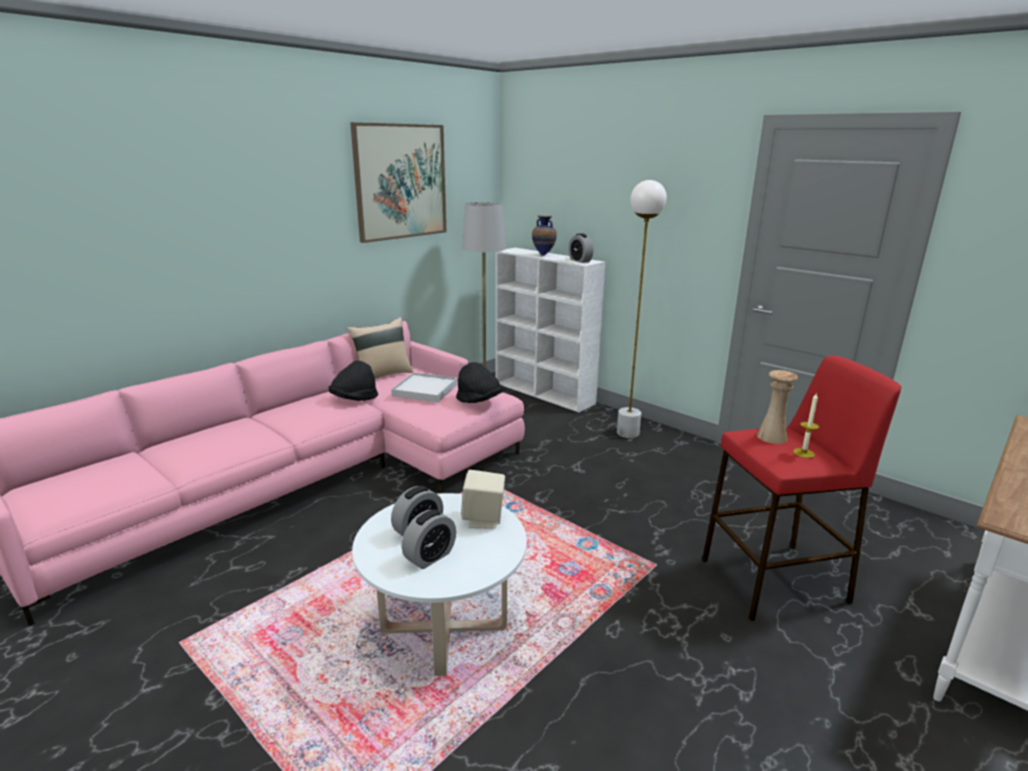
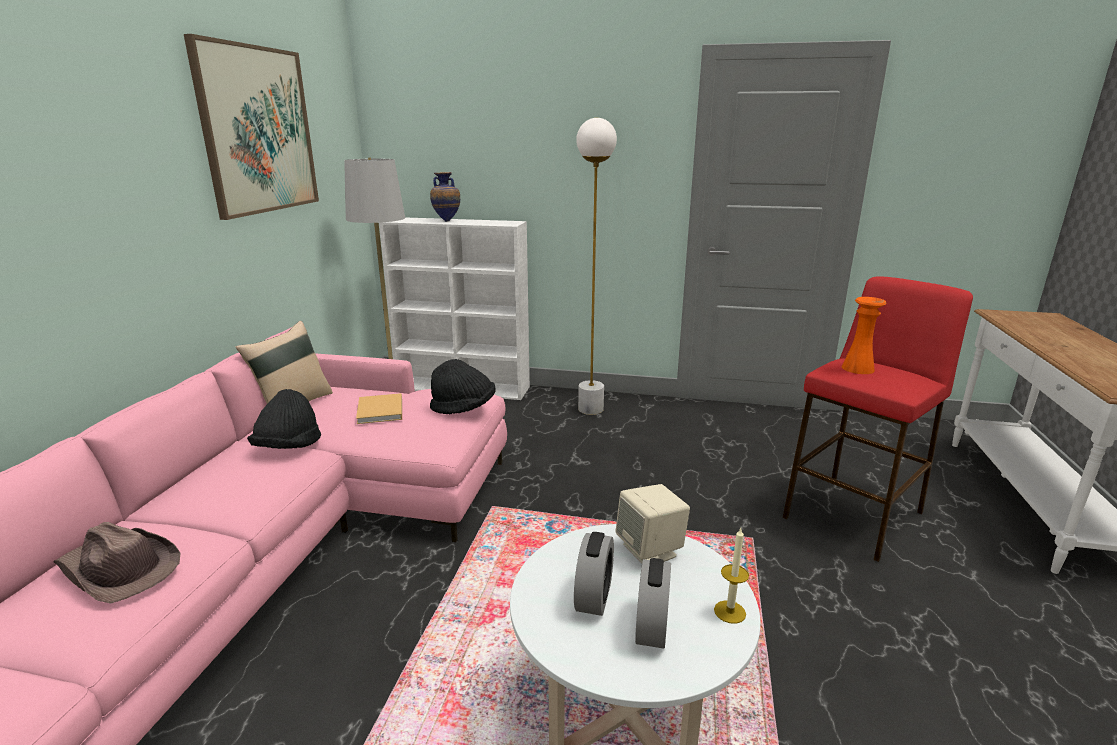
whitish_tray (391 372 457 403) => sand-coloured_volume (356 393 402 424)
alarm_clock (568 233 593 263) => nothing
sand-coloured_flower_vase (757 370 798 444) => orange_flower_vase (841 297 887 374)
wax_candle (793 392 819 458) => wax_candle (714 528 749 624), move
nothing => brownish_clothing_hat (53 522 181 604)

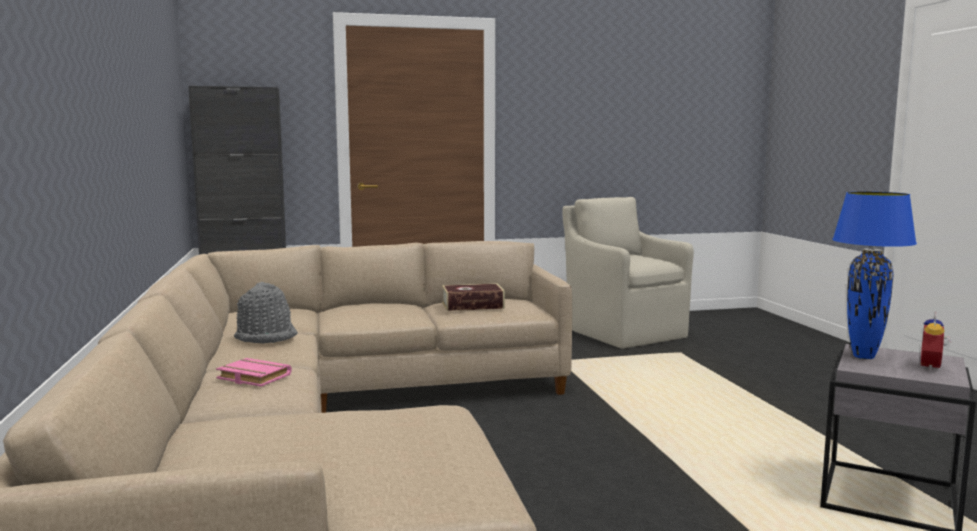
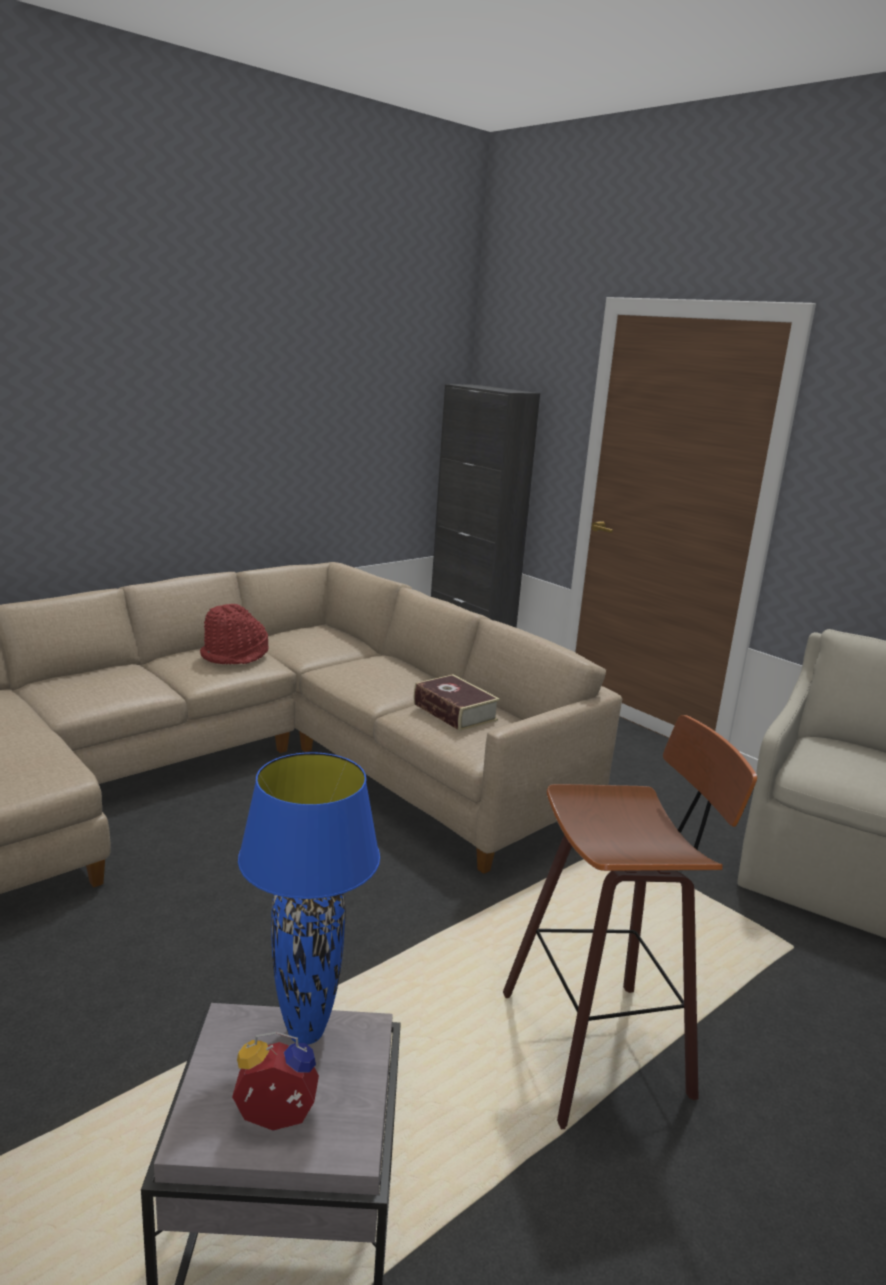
pink_volume (216 358 292 387) => nothing
grey_clothing_hat (234 282 298 344) => reddish_clothing_hat (200 604 269 665)
nothing => sitting_stool (503 715 757 1129)

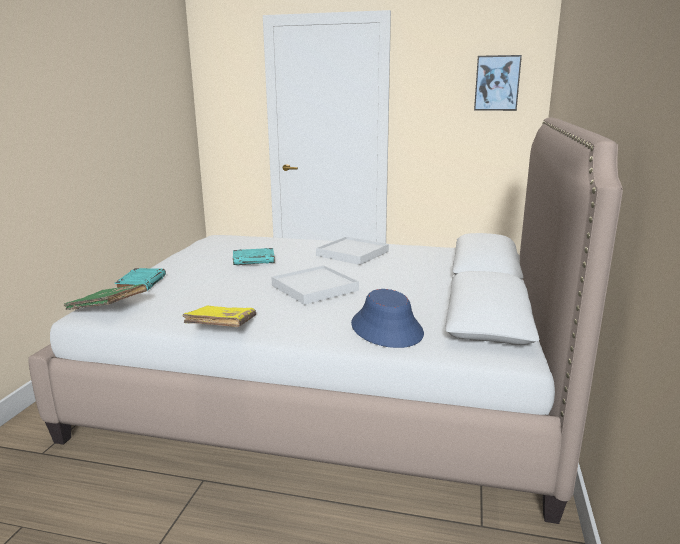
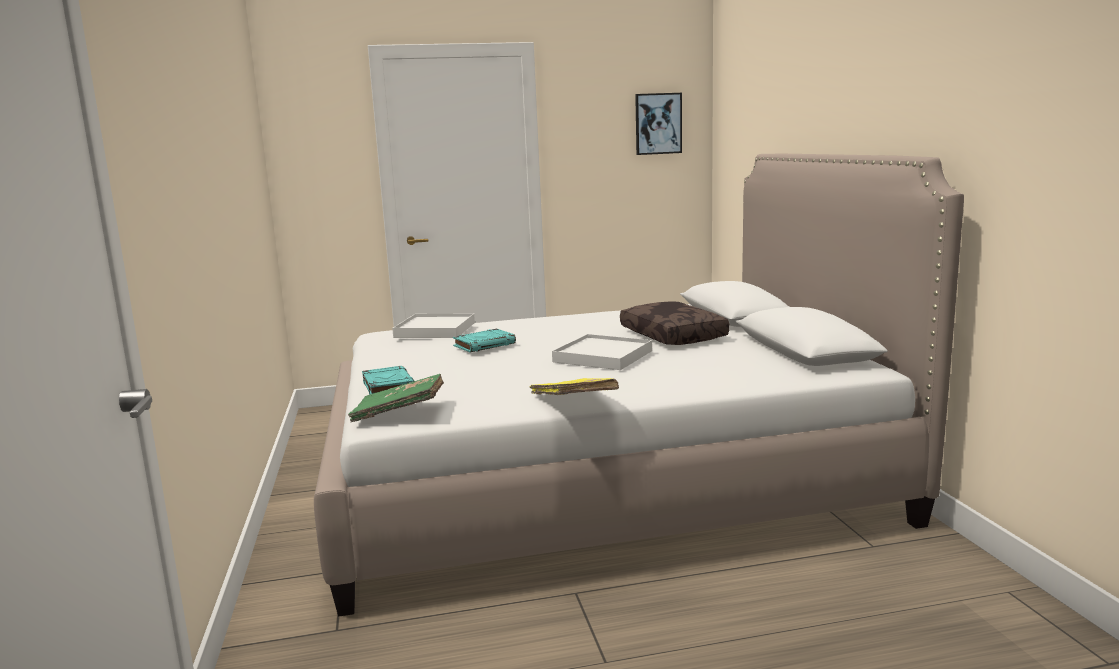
whitish_tray (316 237 389 265) => whitish_tray (392 314 475 338), move
blue_clothing_hat (351 289 424 348) => nothing
nothing => brownish_pillow (620 301 729 345)

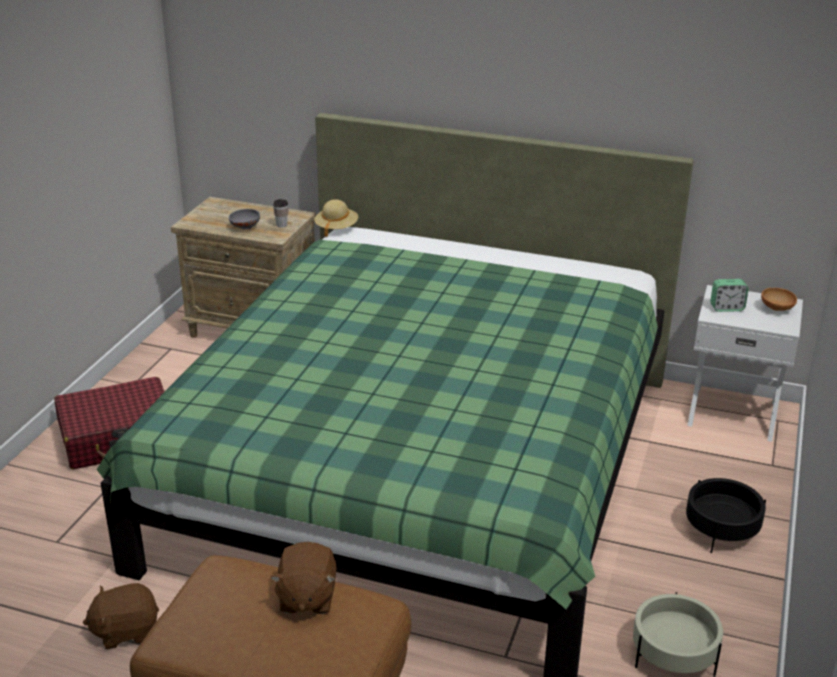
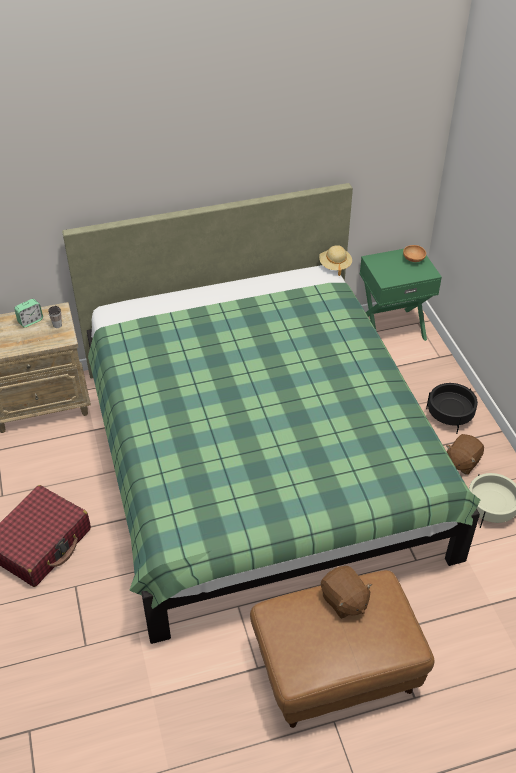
brownish_plush_toy (83 583 159 649) => brownish_plush_toy (446 434 484 475), move
grey_serving_bowl (229 209 260 230) => nothing
sand-coloured_clothing_hat (314 199 358 237) => sand-coloured_clothing_hat (319 245 352 276), move
whitish_night_table (687 285 803 442) => greenish_night_table (360 249 442 341)
alarm_clock (710 279 749 312) => alarm_clock (14 299 43 328), move

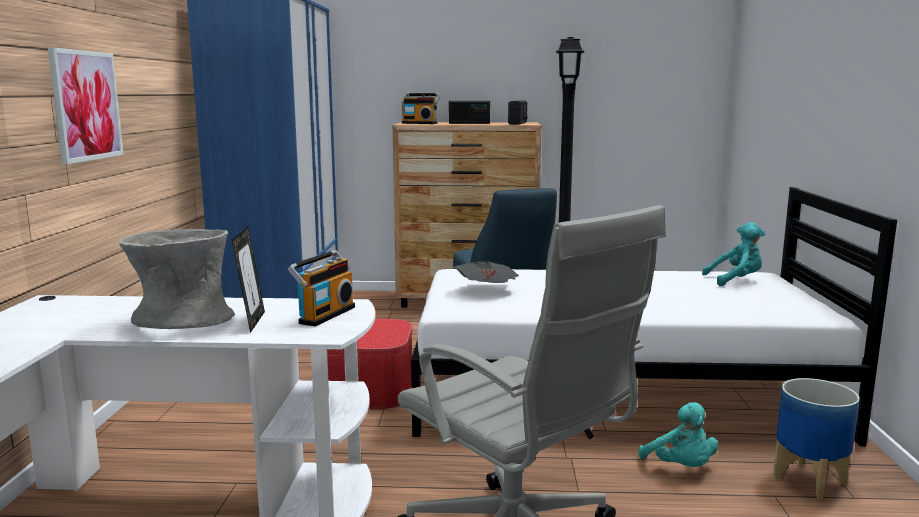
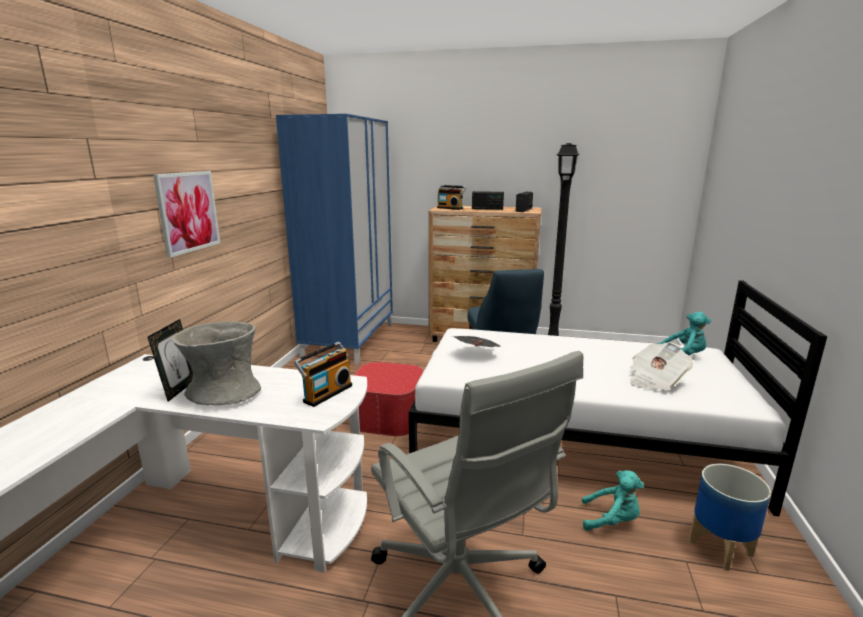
standing_frame (232 227 265 333) => standing_frame (148 319 193 402), move
blue-green_plush_toy (638 402 718 467) => blue-green_plush_toy (582 470 644 531), 60 degrees counterclockwise
nothing => newspaper (630 342 693 391)

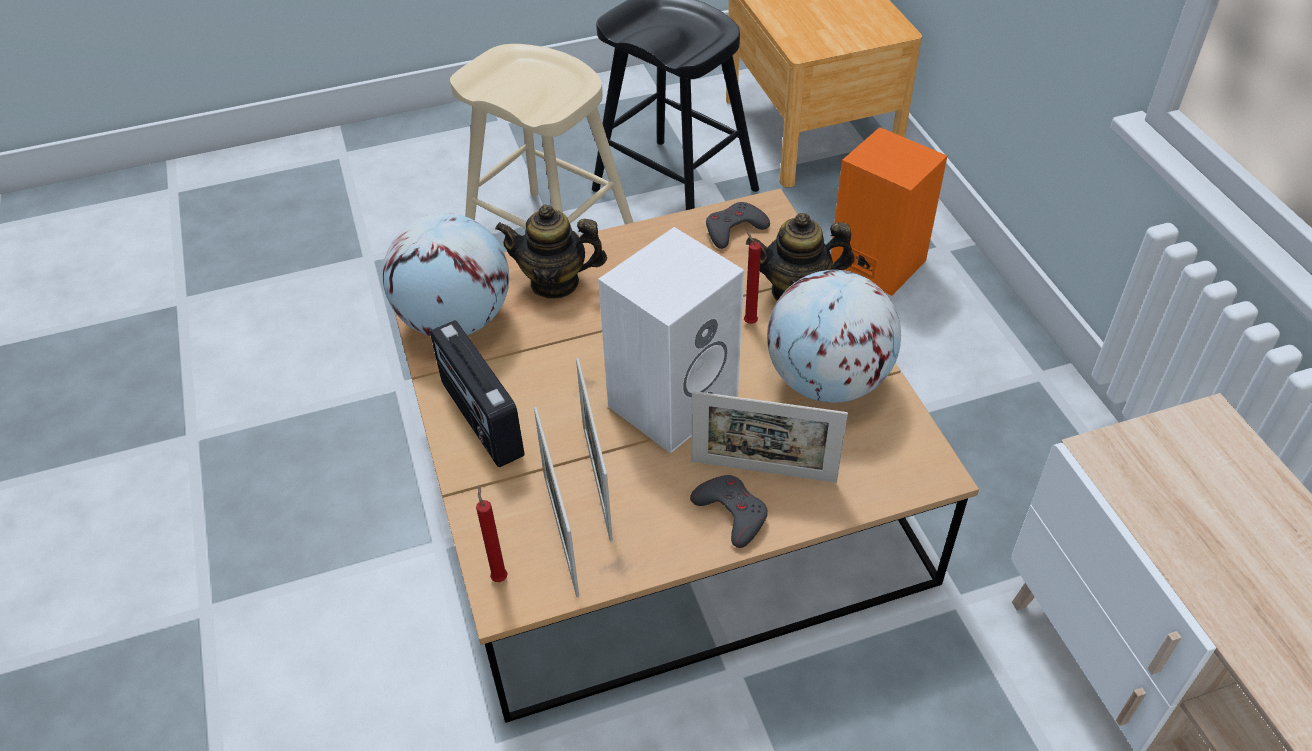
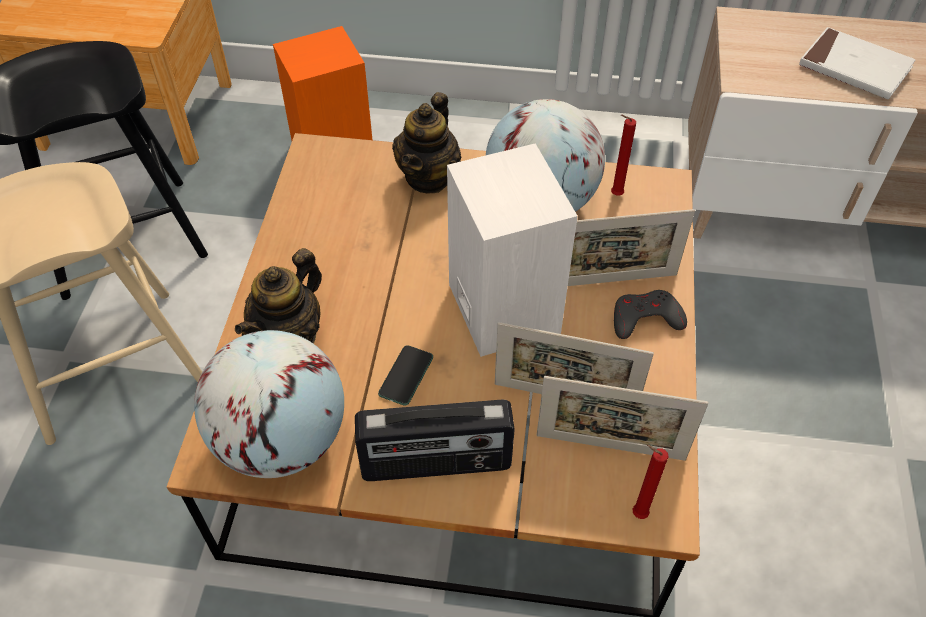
standing_frame (691 391 848 483) => standing_frame (568 209 695 286), 45 degrees clockwise
grey_game_controller (706 202 770 249) => nothing
reddish_wax_candle (744 230 761 324) => reddish_wax_candle (611 115 636 196), move
nothing => telephone (378 345 433 406)
nothing => whitish_volume (799 27 915 99)

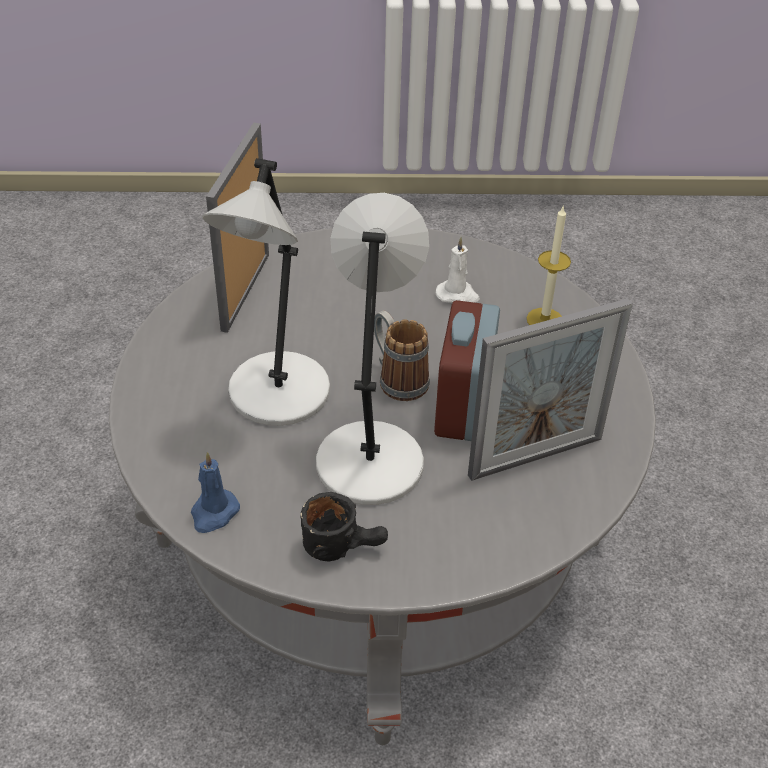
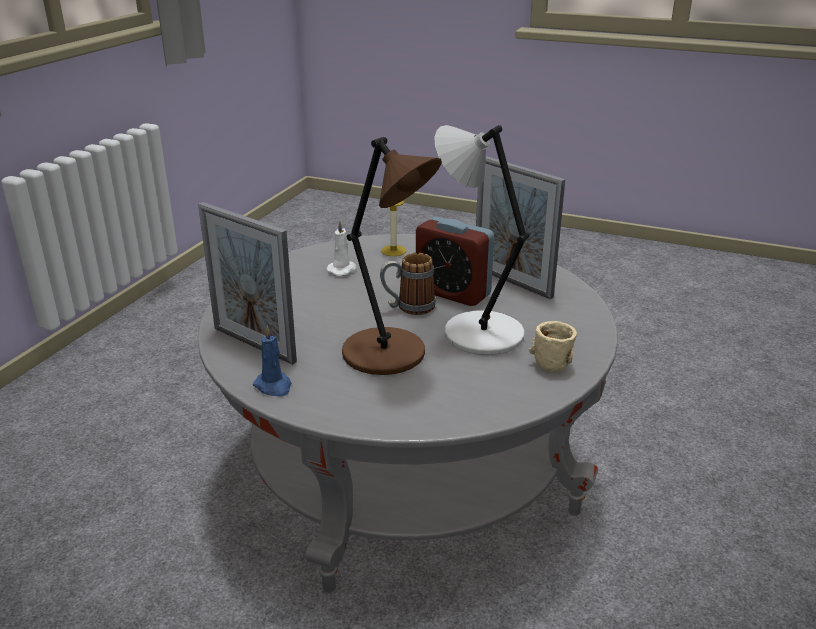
blue_wax_candle (191 452 240 533) => blue_wax_candle (253 326 291 397), move
grey_lamp_for_a_table (202 158 330 426) => brownish_lamp_for_a_table (342 137 442 375)
black_tea_mug (300 492 388 561) => sand-coloured_tea_mug (529 321 577 373)
standing_frame (468 298 633 481) => standing_frame (476 156 565 299), 135 degrees clockwise

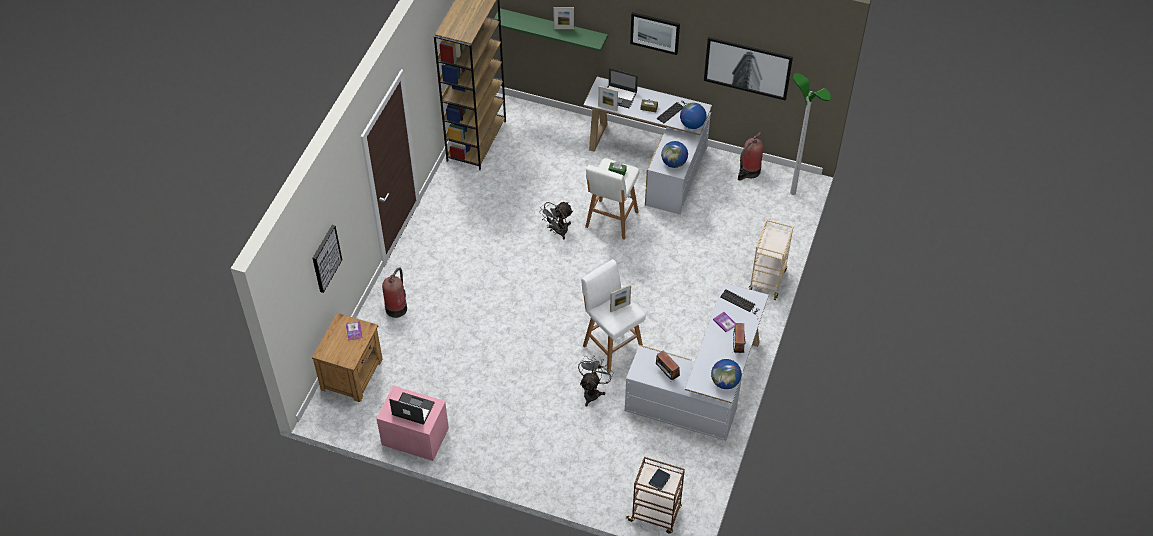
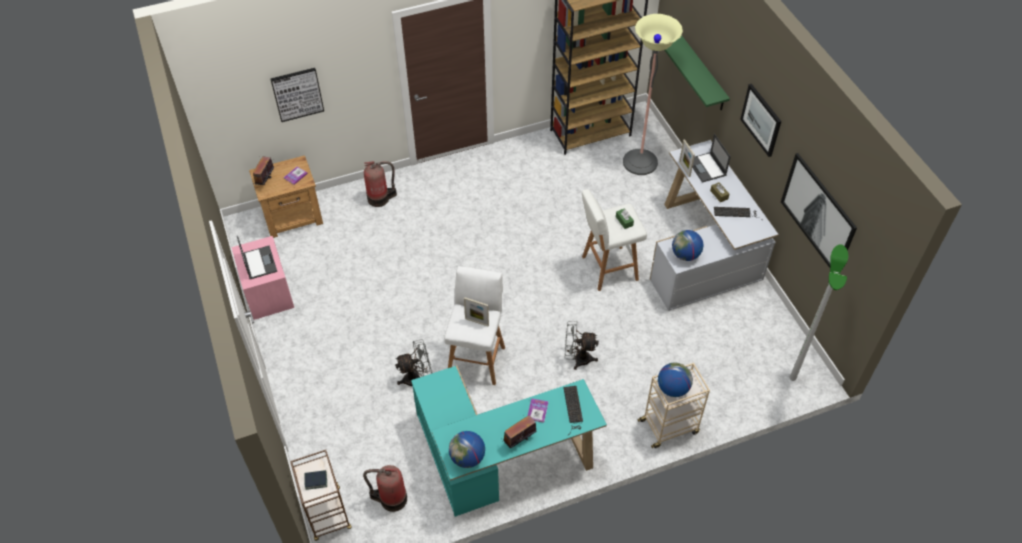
grey_fan (539 202 573 240) => grey_fan (565 321 599 370), move
standing_frame (553 7 574 29) => nothing
whitish_desk_table (625 283 769 441) => blue-green_desk_table (411 365 607 517)
radio_set (656 350 680 382) => radio_set (253 157 274 185), move
world_globe (680 103 706 129) => world_globe (658 362 693 397), move
fire-fighting_cylinder (738 132 763 181) => fire-fighting_cylinder (363 465 407 512), move
nothing => standard_lamp (623 14 683 175)

